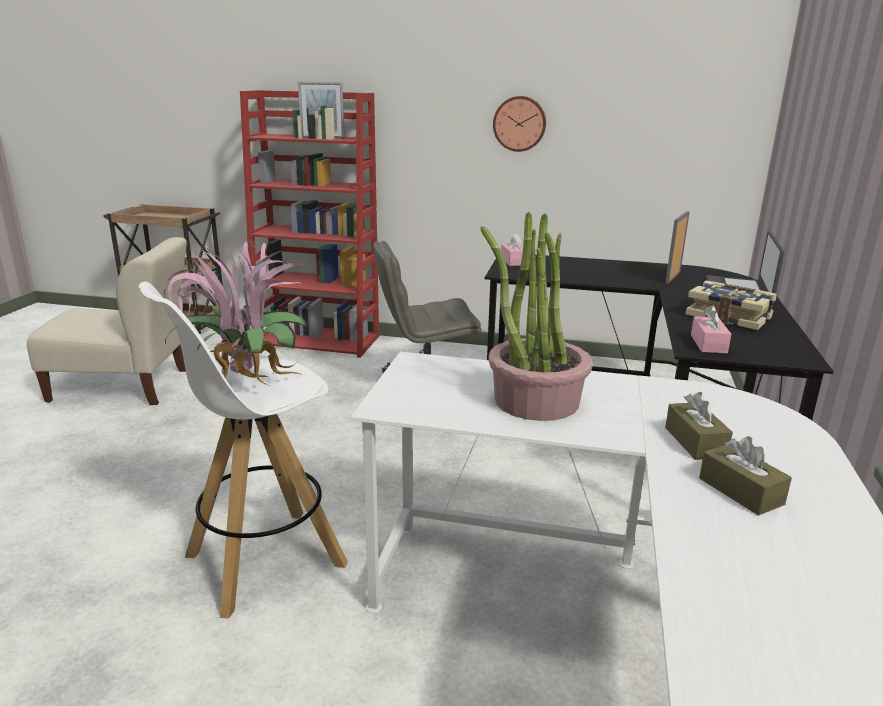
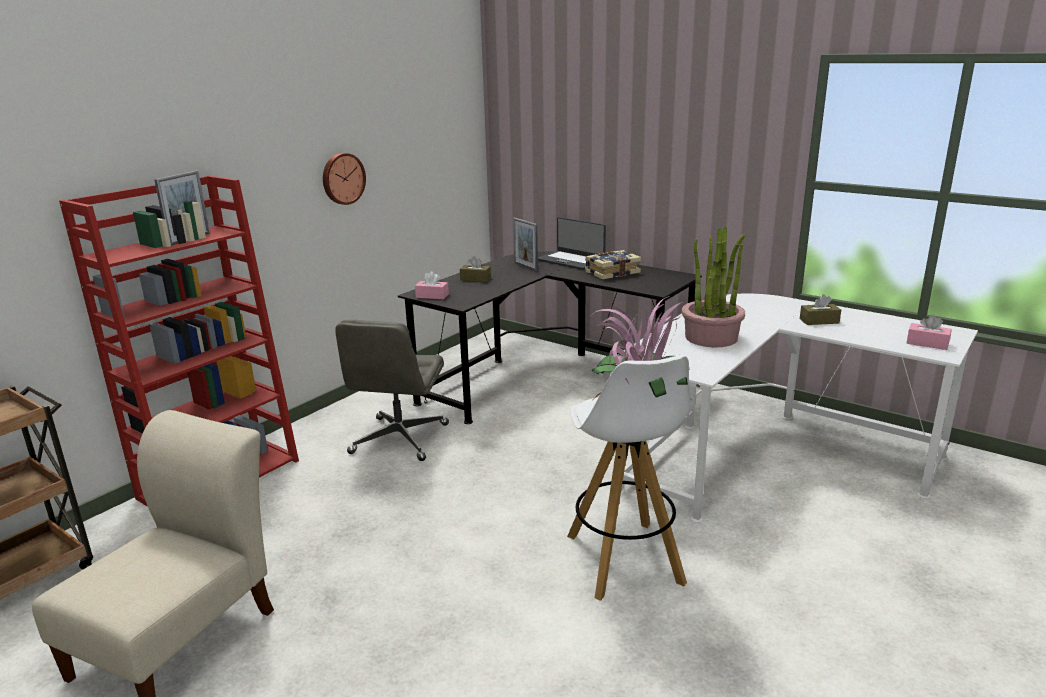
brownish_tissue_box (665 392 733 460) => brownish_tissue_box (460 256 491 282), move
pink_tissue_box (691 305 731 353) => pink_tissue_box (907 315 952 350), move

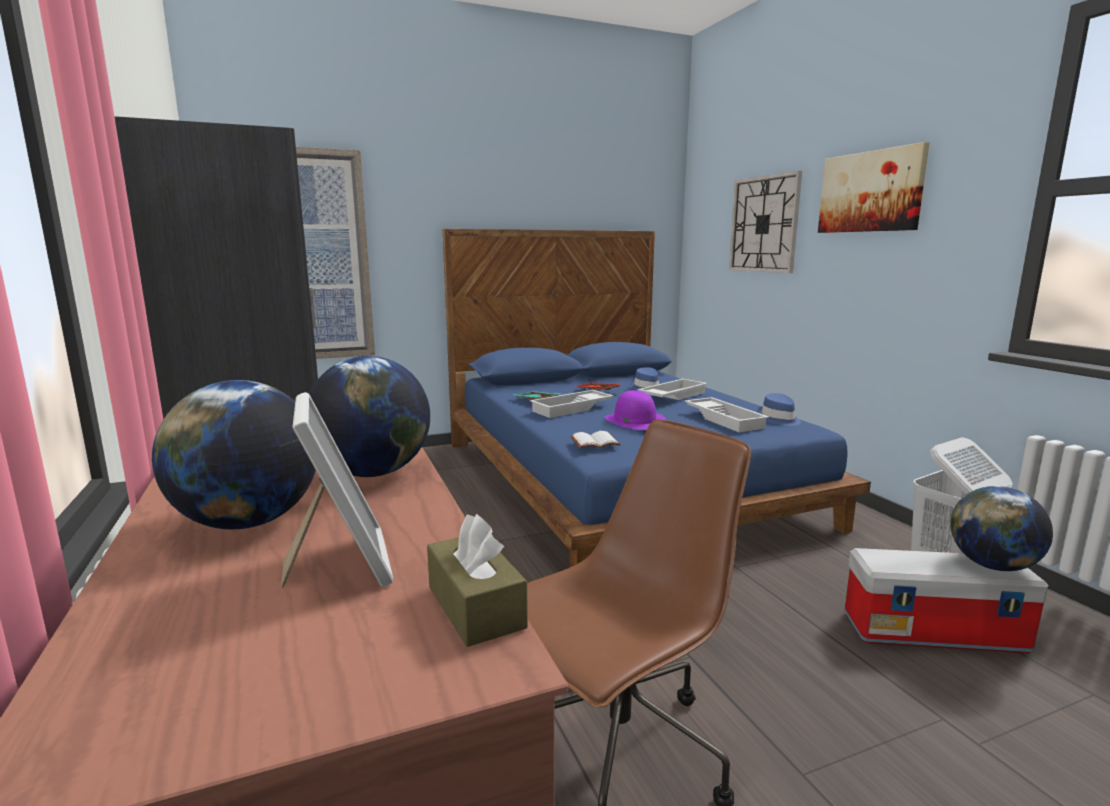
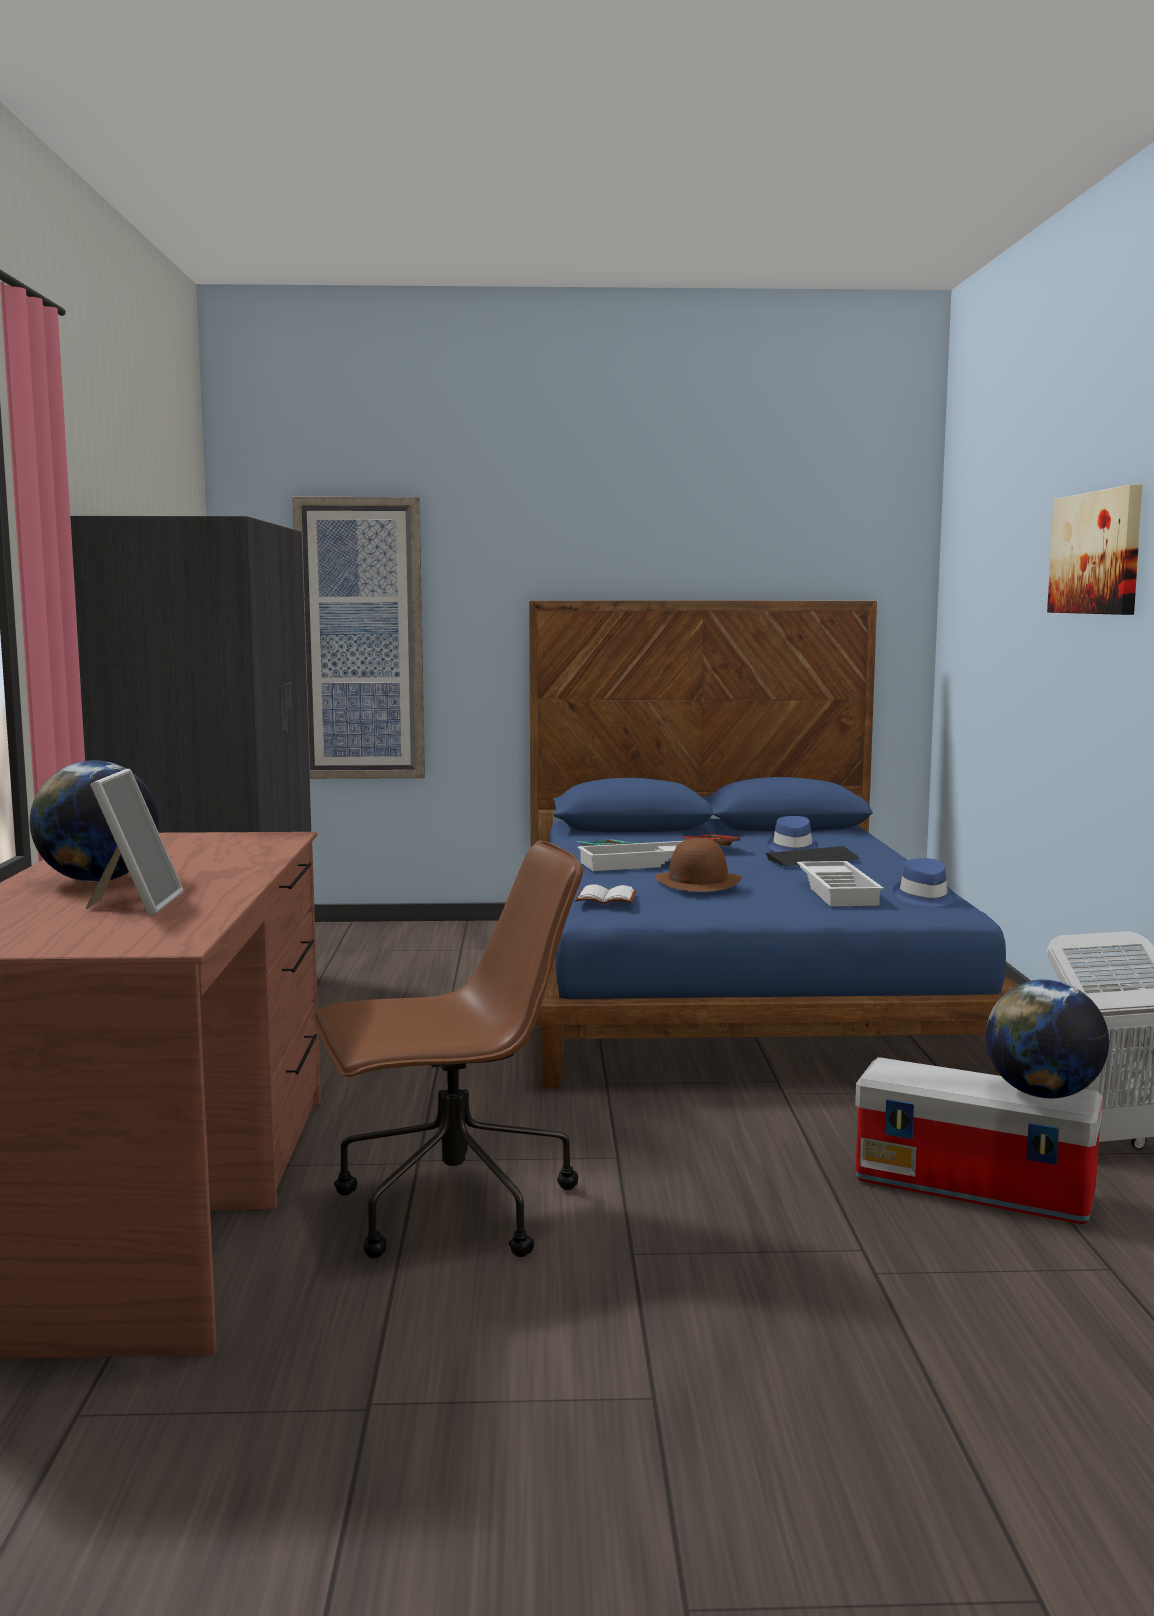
world_globe (309 356 430 477) => nothing
brownish_tissue_box (427 514 528 647) => nothing
purplish_clothing_hat (605 390 666 430) => brownish_clothing_hat (655 838 741 892)
whitish_tray (637 379 708 400) => PC_keyboard (766 846 860 866)
wall_clock (729 171 802 273) => nothing

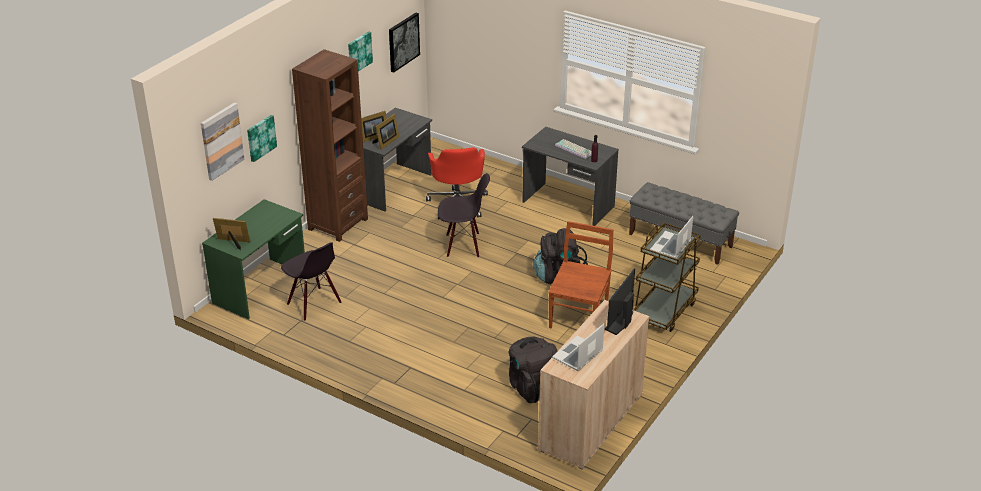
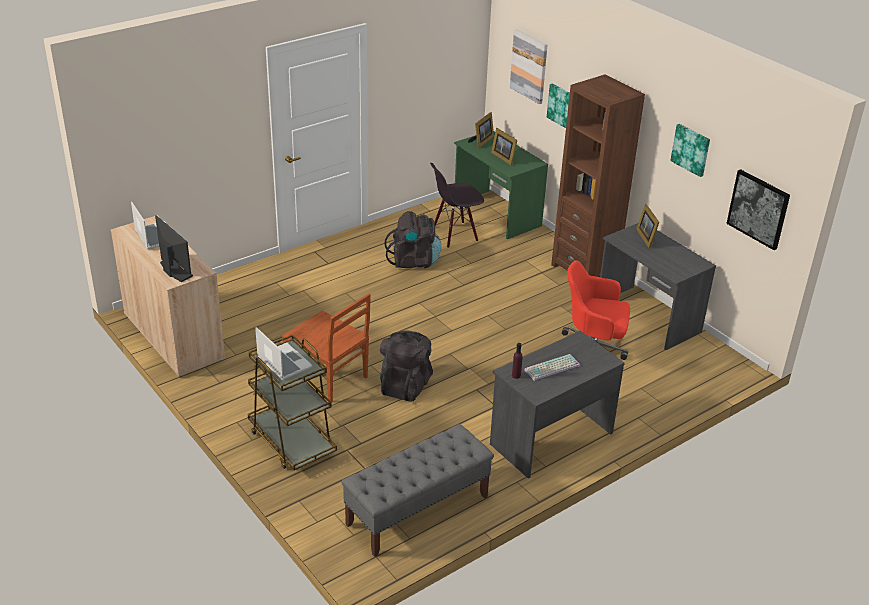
standing_frame (372 114 399 150) => standing_frame (491 128 517 165), move
black_plain_chair (438 173 490 258) => nothing
black_backpack (509 336 557 403) => black_backpack (385 211 442 268), move

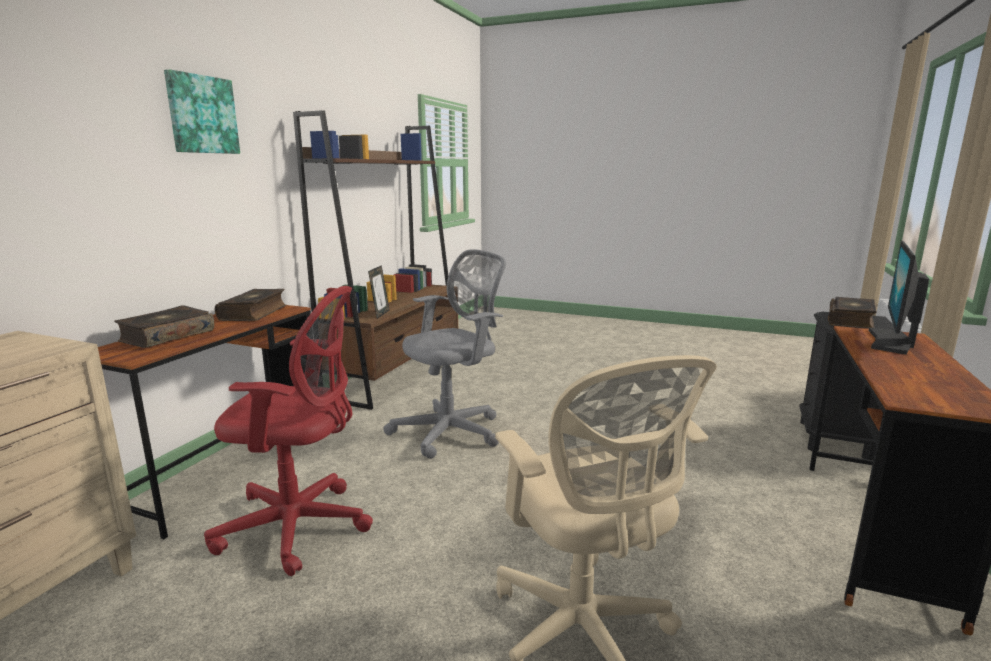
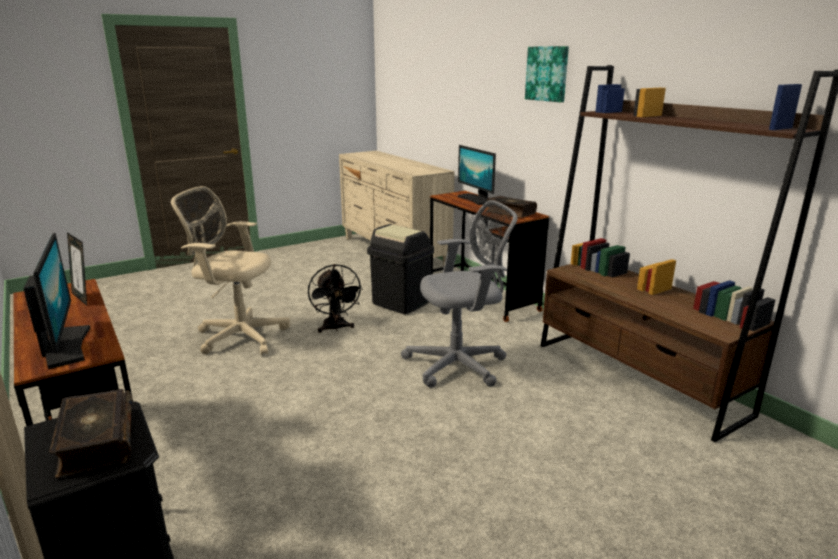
volume (114 305 214 348) => monitor (458 145 496 205)
reddish_desk_chair (204 286 373 576) => black_trash_can (367 224 434 314)
standing_frame (368 265 390 319) => standing_frame (67 232 87 306), move
grey_desk_chair (383 249 506 459) => grey_desk_chair (401 200 518 388), 105 degrees counterclockwise
nothing => black_fan (308 264 363 333)

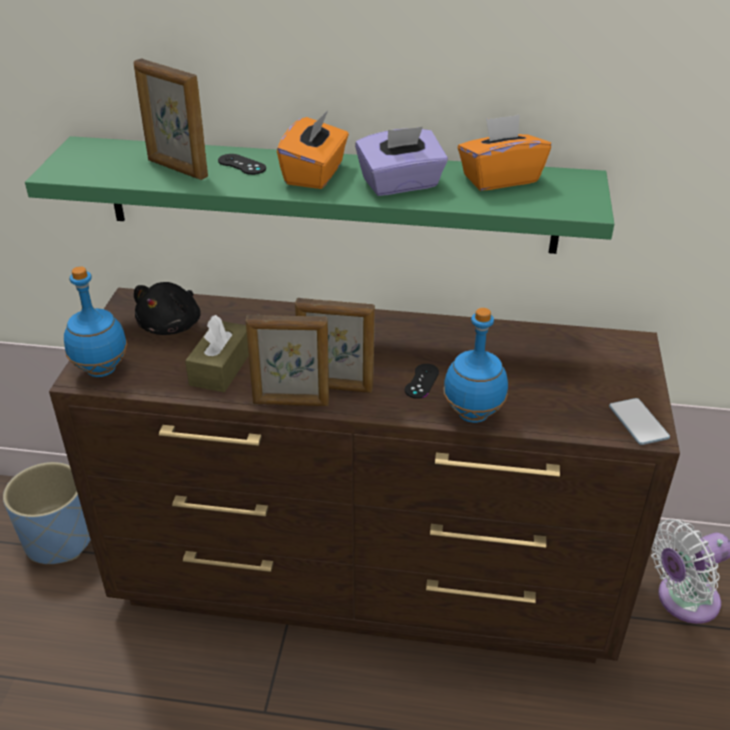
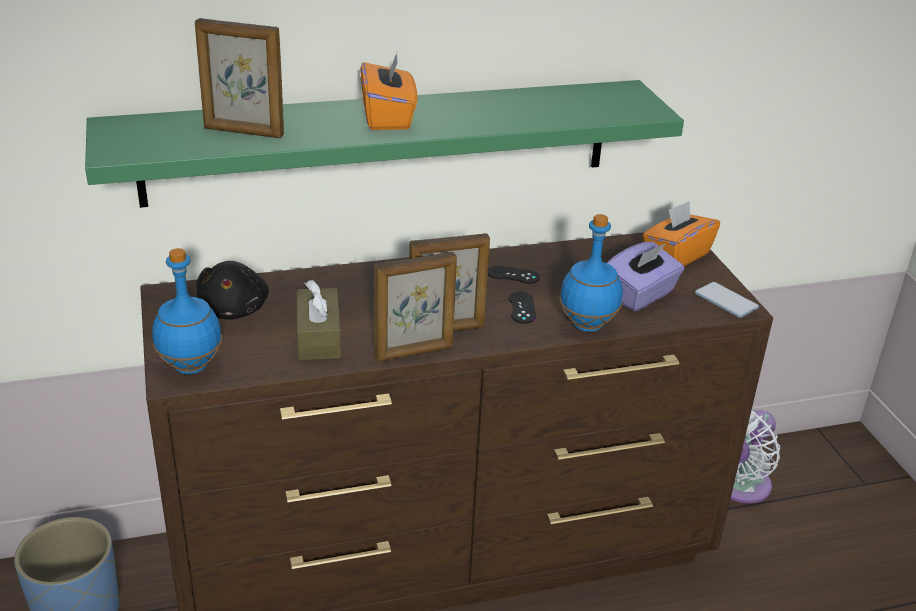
black_game_controller (218 154 266 175) => black_game_controller (488 266 540 284), move
purplish_tissue_box (355 127 448 196) => purplish_tissue_box (607 241 684 311), move
orange_tissue_box (458 114 551 191) => orange_tissue_box (642 201 720 266), move

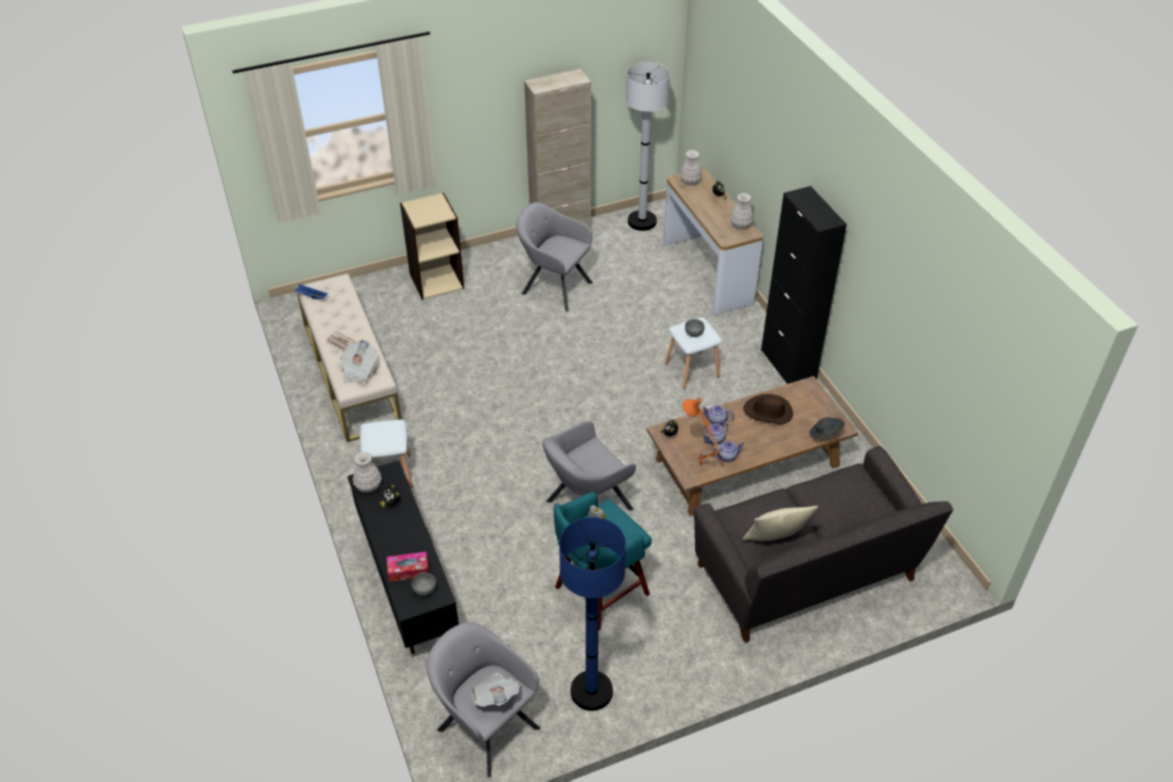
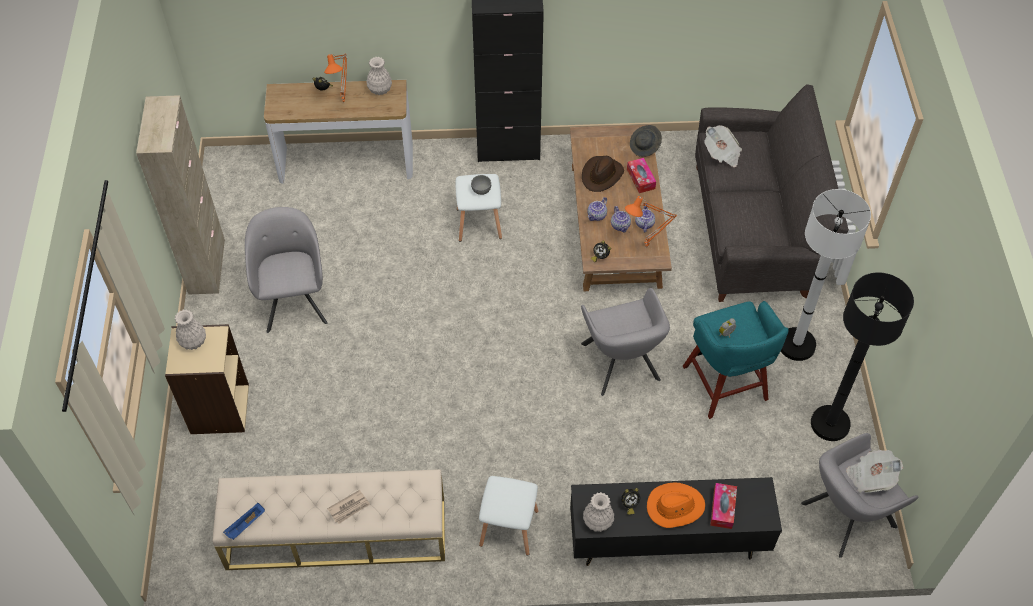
newspaper (340 340 378 383) => newspaper (704 125 742 167), move
grey_serving_bowl (412 572 436 596) => nothing
grey_armchair (516 202 593 312) => grey_armchair (245 207 327 333), 120 degrees clockwise
blue_standard_lamp (559 517 626 711) => black_standard_lamp (811 272 914 441)
whitish_standard_lamp (626 62 670 231) => whitish_standard_lamp (781 189 871 361), move
whitish_flower_vase (680 150 702 186) => whitish_flower_vase (175 310 206 350), move
sand-coloured_pillow (743 506 818 541) => nothing
nothing => orange_lamp_for_a_table (324 54 348 104)
nothing => tissue_box (627 158 656 193)
nothing => orange_clothing_hat (647 483 705 528)

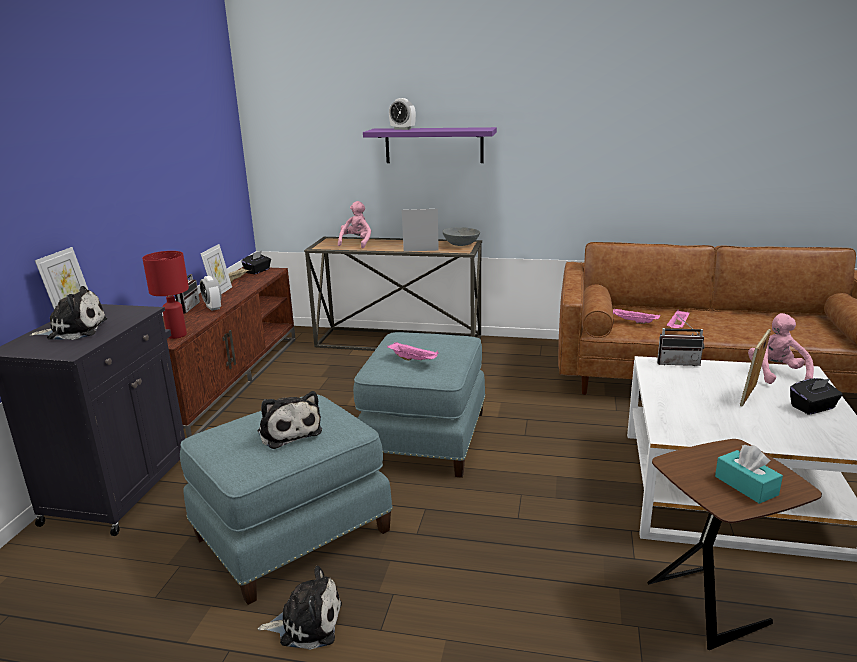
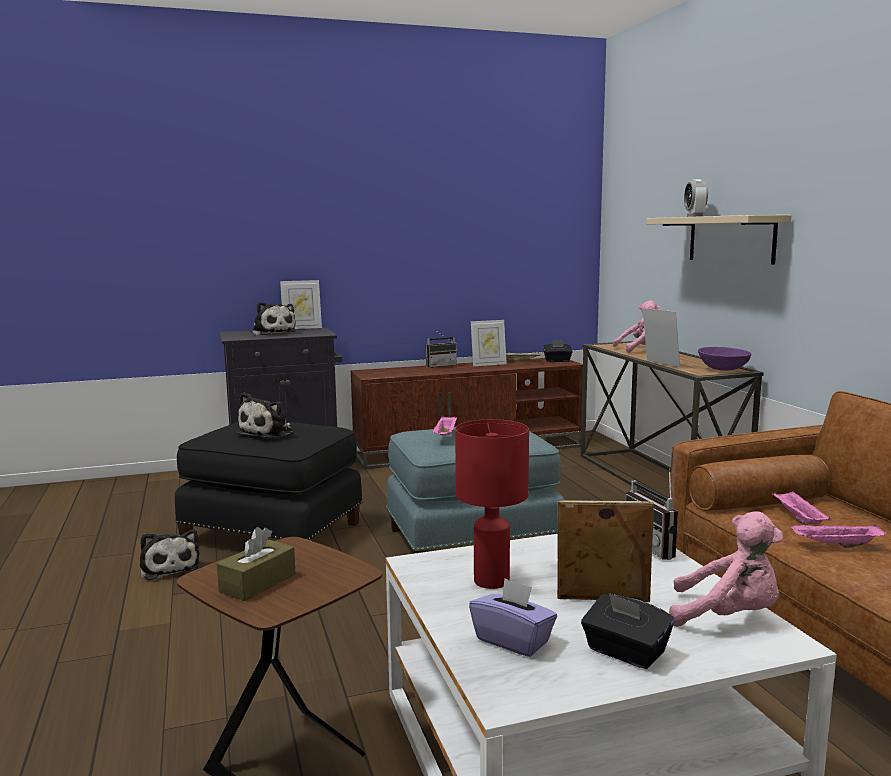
reddish_lamp_for_a_table (142 251 189 339) => reddish_lamp_for_a_table (455 419 529 589), move
blue_pouffe (180 395 393 605) => black_pouffe (175 422 363 540)
alarm_clock (200 276 221 311) => nothing
purplish_shelf (363 127 497 163) => sand-coloured_shelf (647 215 792 264)
grey_serving_bowl (442 227 480 246) => purplish_serving_bowl (698 347 751 370)
blue-green_tissue_box (715 445 783 504) => brownish_tissue_box (217 527 296 601)
pink_plush_toy (748 313 814 384) => pink_plush_toy (669 512 783 627), 45 degrees clockwise
nothing => purplish_tissue_box (469 578 557 657)

